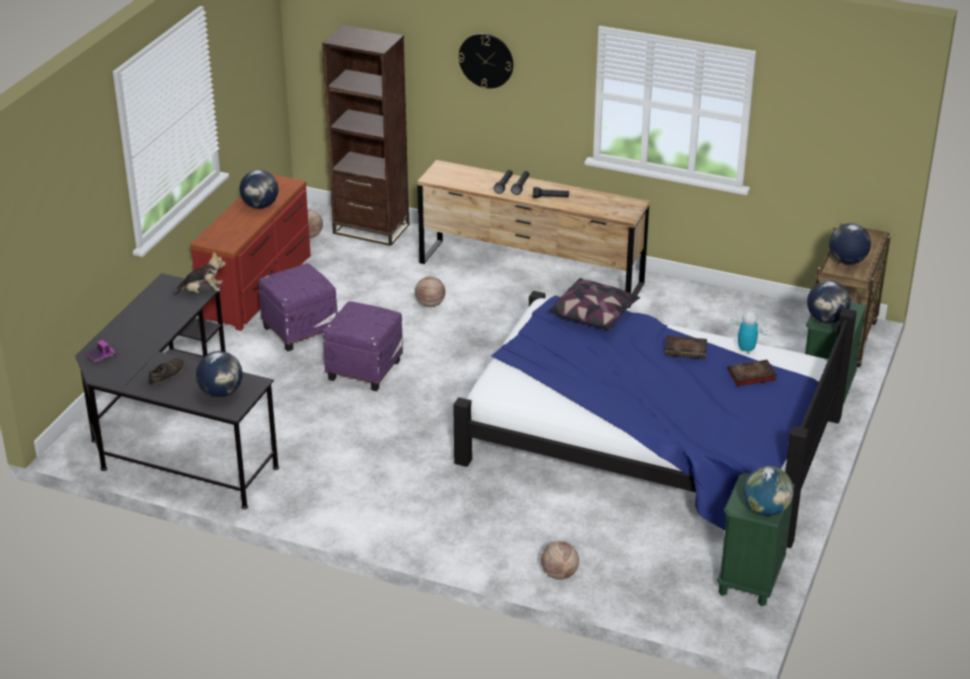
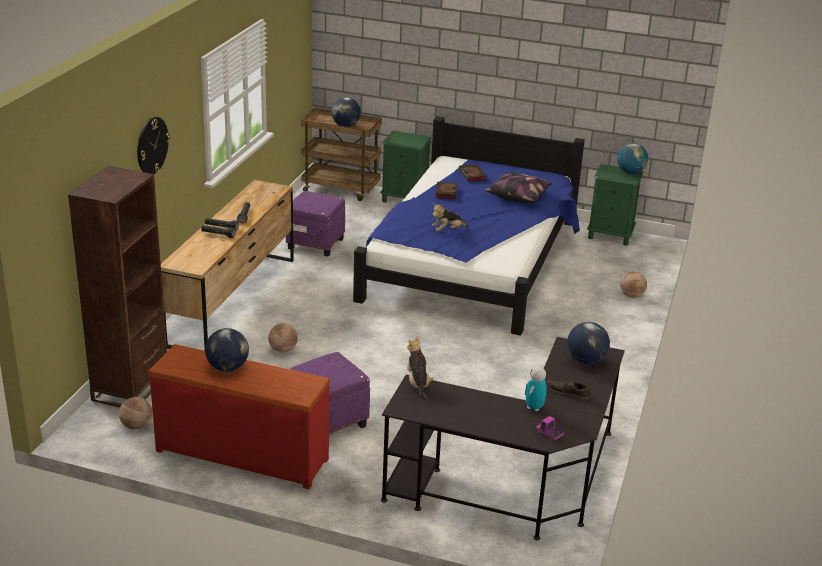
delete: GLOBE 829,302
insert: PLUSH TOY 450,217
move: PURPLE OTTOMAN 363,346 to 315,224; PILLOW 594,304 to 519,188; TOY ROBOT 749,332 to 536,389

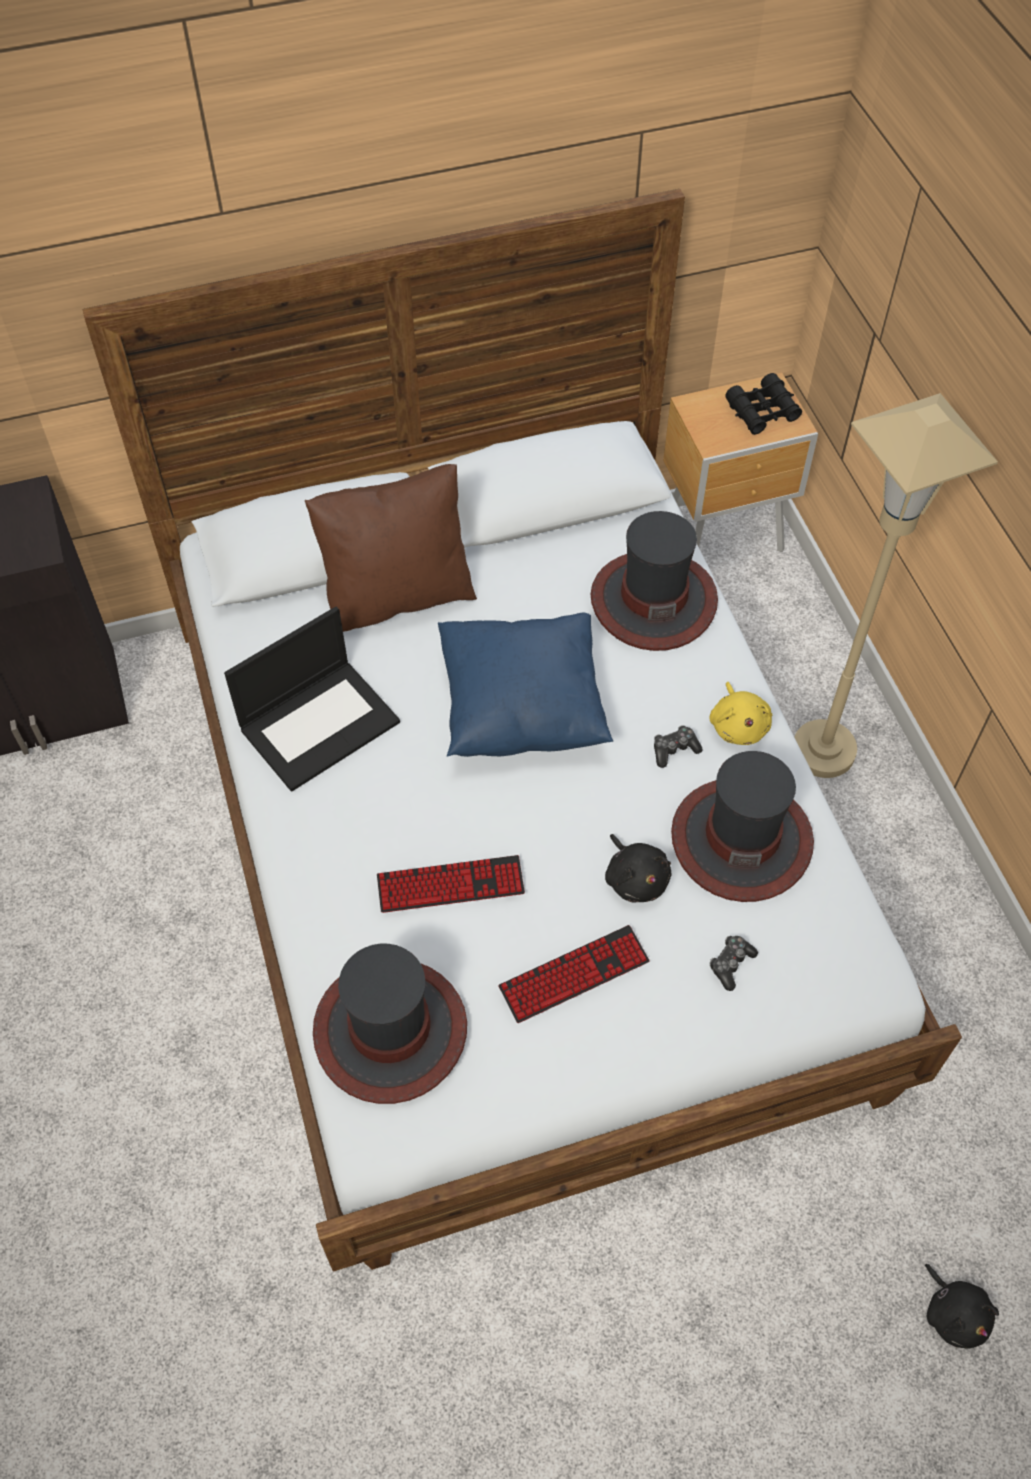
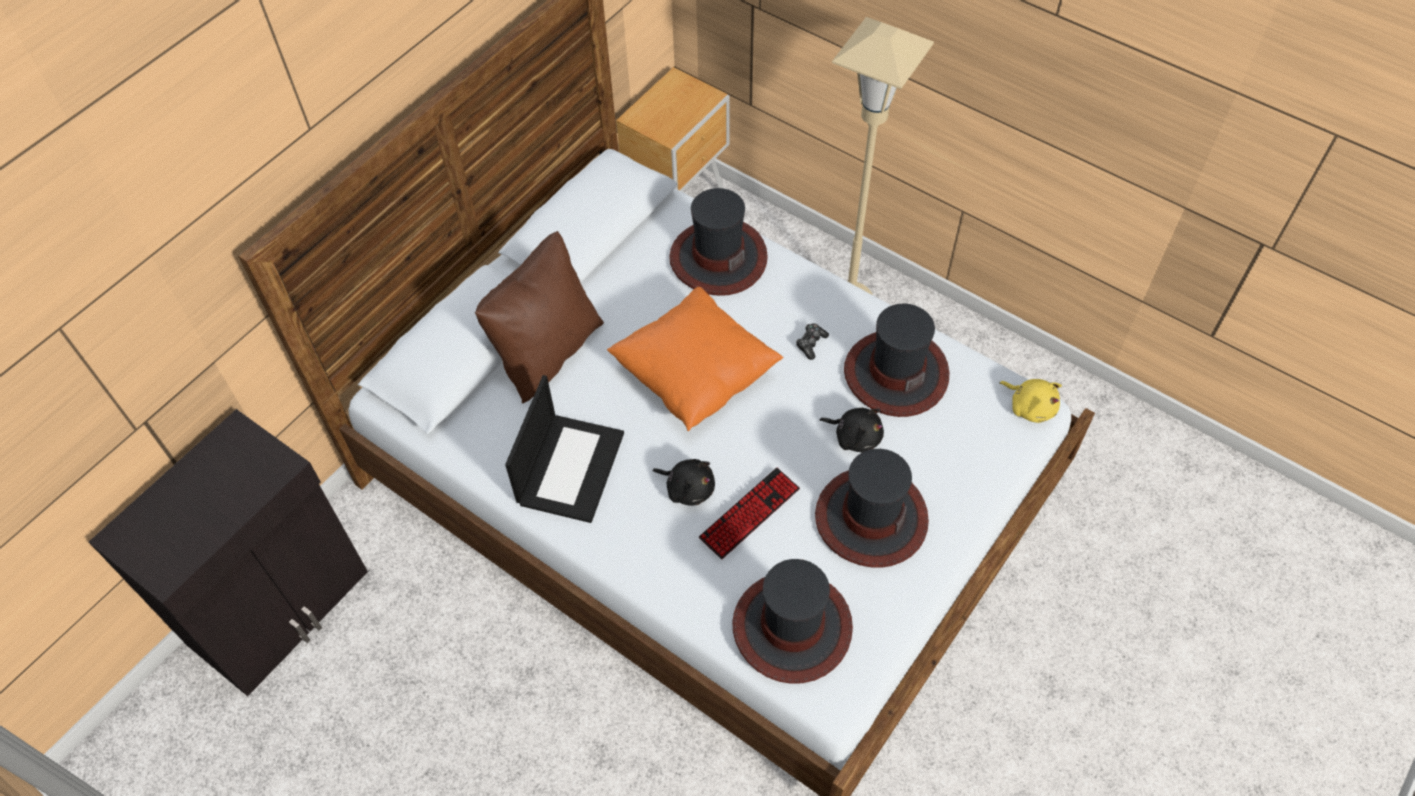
delete: GAME CONTROLLER 734,963; BLACK BINOCULARS 763,404
move: YELLOW PLUSH TOY 741,713 to 1031,401; BLACK PLUSH TOY 962,1306 to 684,482
replace: KEYBOARD 574,974 to HAT 872,508
recolor: BLUE PILLOW 525,685 to ORANGE PILLOW 695,359

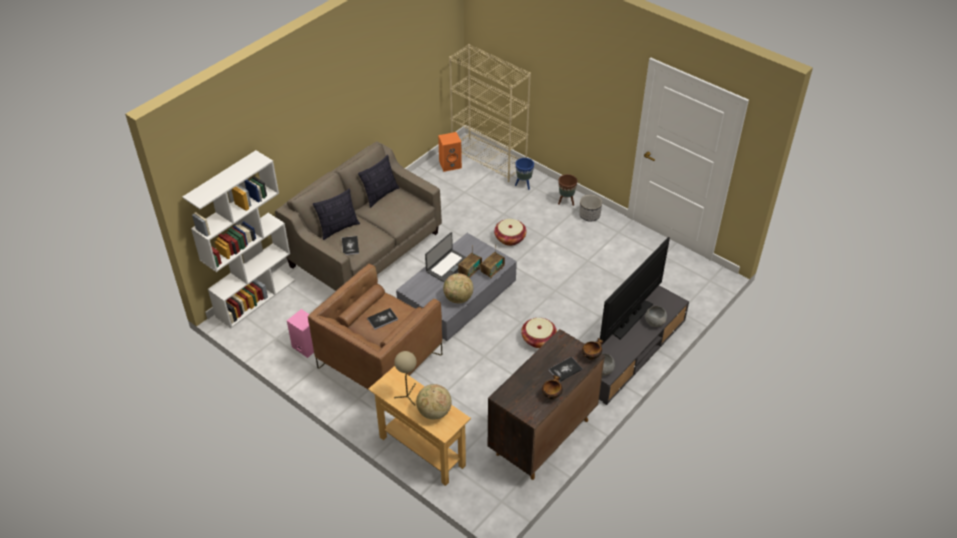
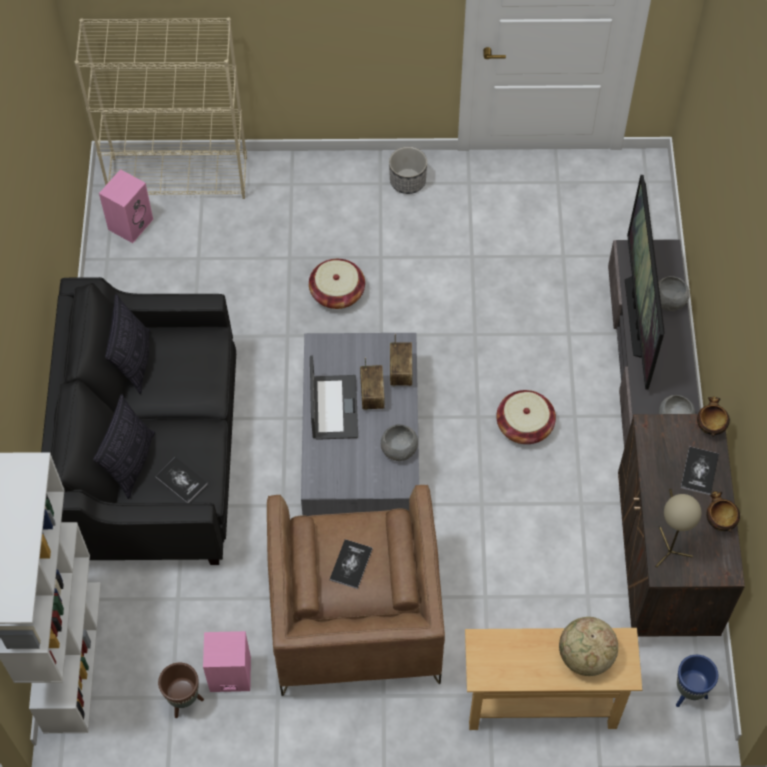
move: BEIGE TABLE LAMP 405,378 to 678,528; BLUE PLANTER 524,174 to 697,681; BROWN PLANTER 567,190 to 181,690
replace: GLOBE 458,288 to GREY BOWL 399,442
recolor: BEIGE SOFA 358,216 to BLACK SOFA 138,421; ORANGE SPEAKER 450,152 to PINK SPEAKER 126,206

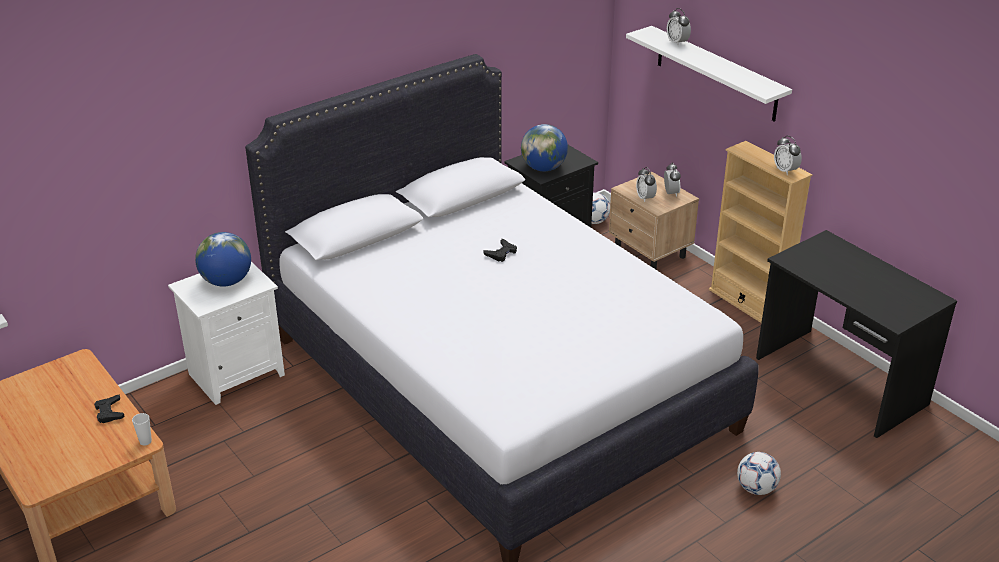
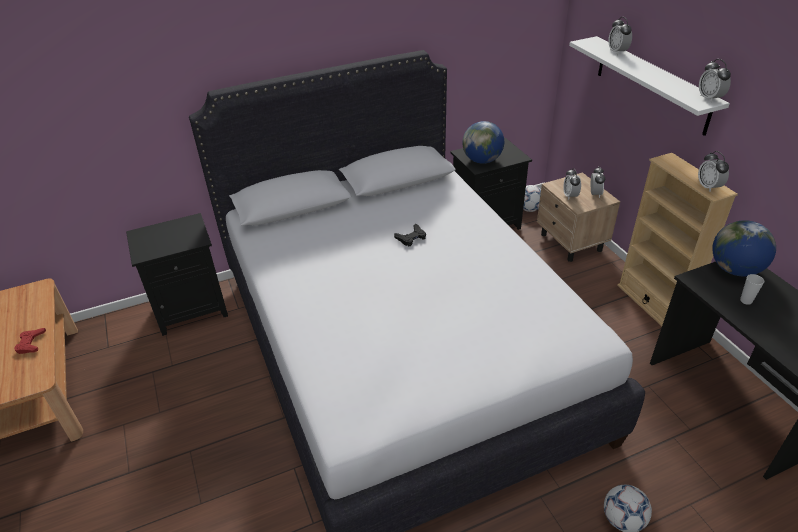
insert: ALARM CLOCK 715,81
move: CUP 142,429 to 752,289; GLOBE 223,259 to 744,248
recolor: BLACK GAME CONTROLLER 109,408 to RED GAME CONTROLLER 30,341; WHITE NIGHTSTAND 226,333 to BLACK NIGHTSTAND 177,274

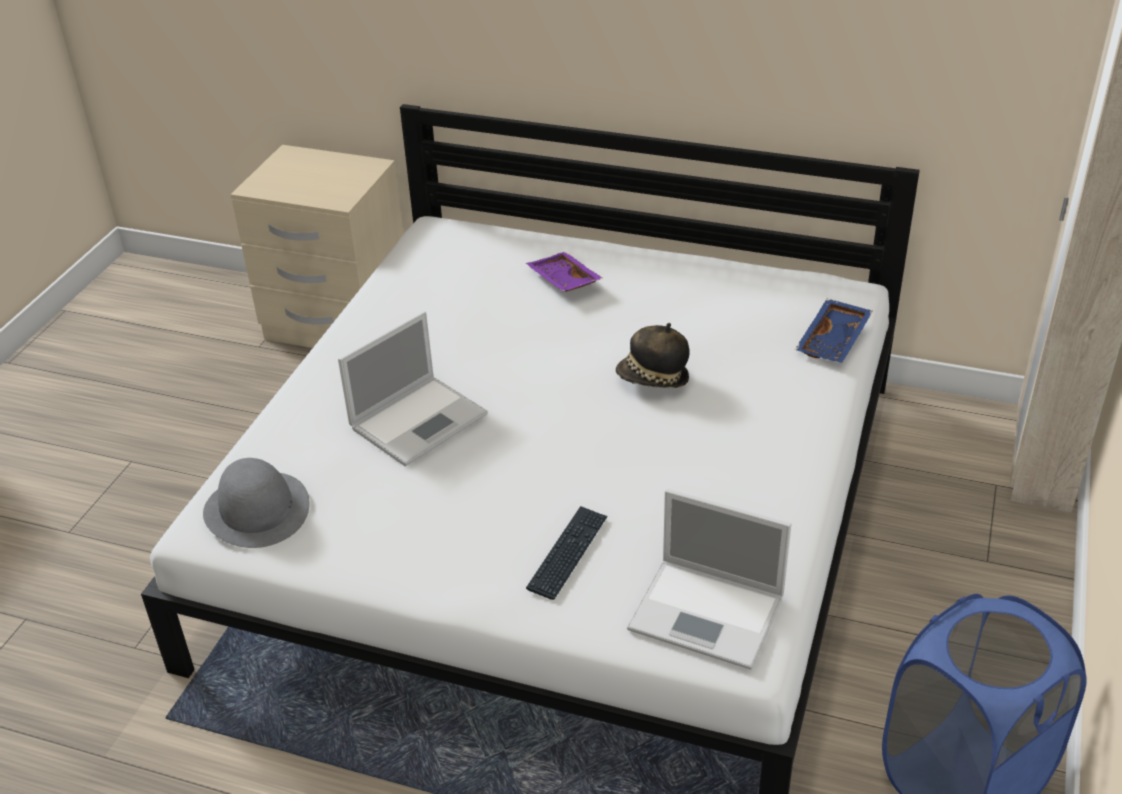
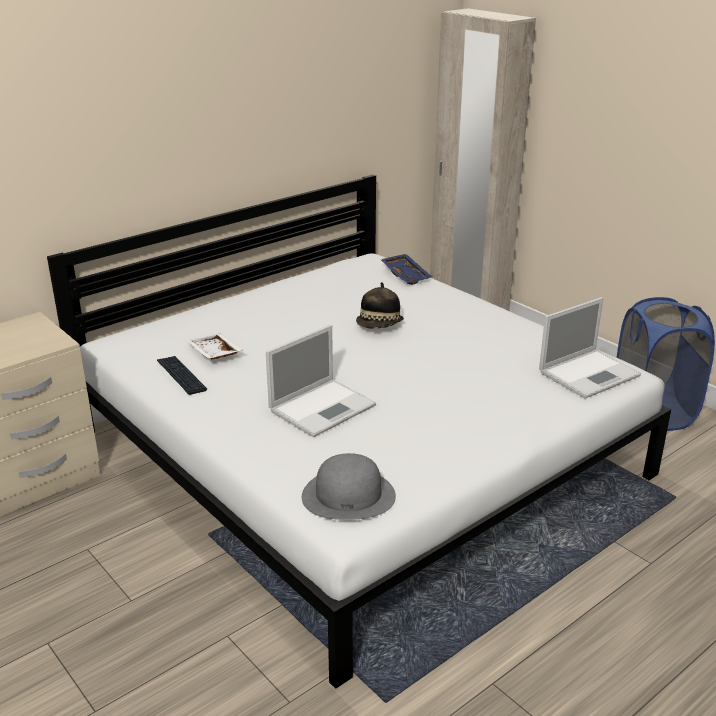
delete: PURPLE TRAY 564,272
insert: WHITE TRAY 215,346
move: KEYBOARD 567,553 to 182,375
rotate: LAPTOP 413,389 = 321,381 60 degrees clockwise

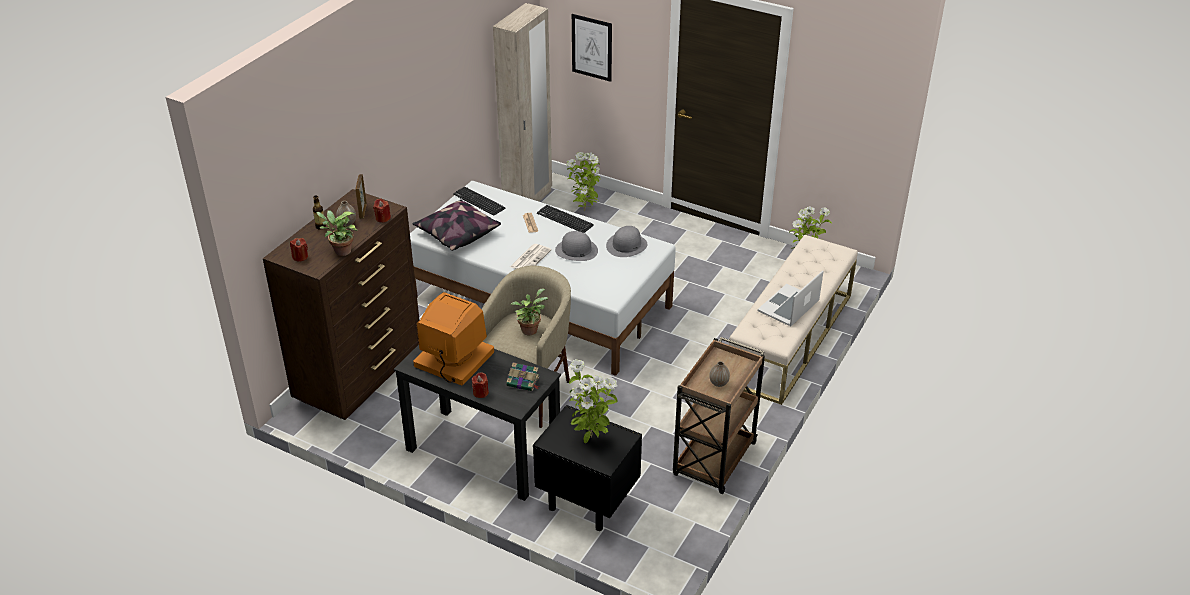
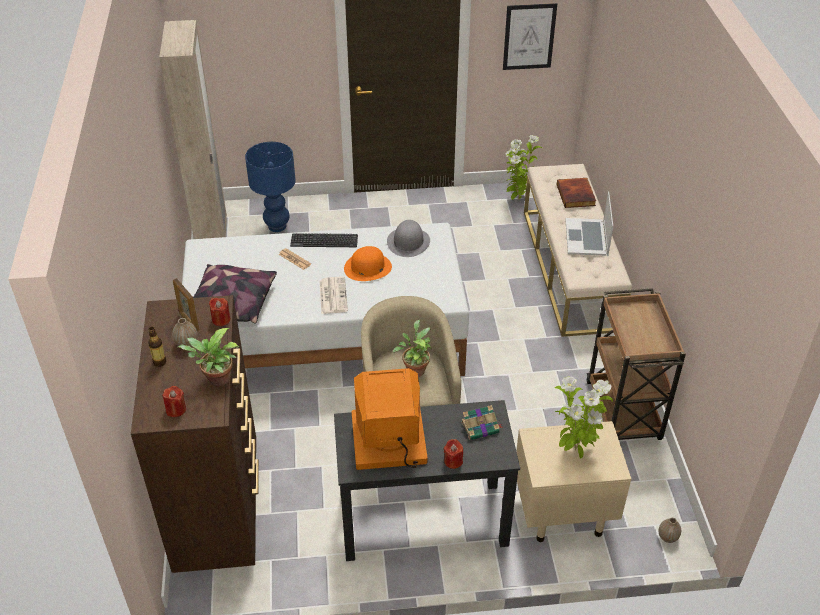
delete: KEYBOARD 479,201
insert: BOOK 576,193
move: PICTURE 592,48 to 530,36; VASE 719,374 to 669,530
replace: POTTED PLANT 583,181 to BLUE TABLE LAMP 270,187
recolor: BLACK NIGHTSTAND 587,468 to BEIGE NIGHTSTAND 573,481; GREY HAT 576,246 to ORANGE HAT 368,263

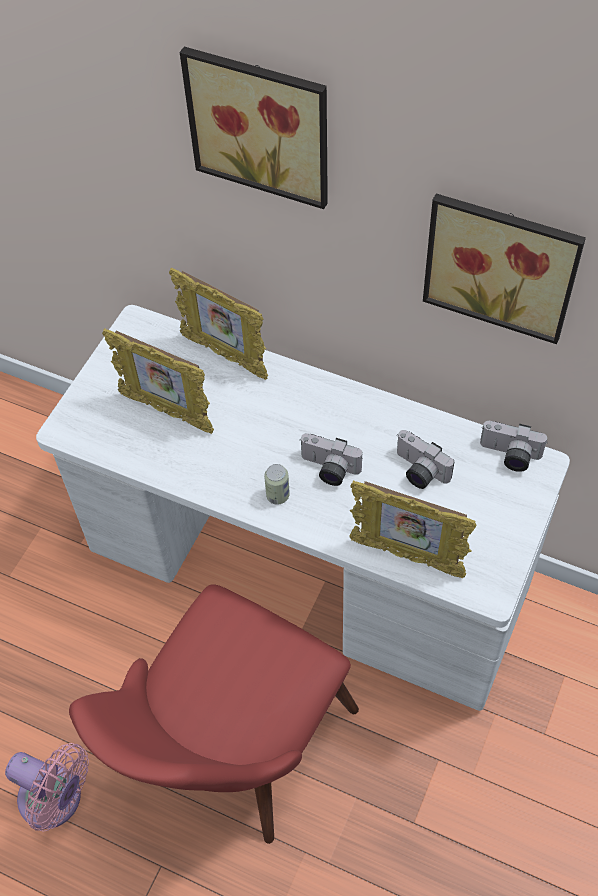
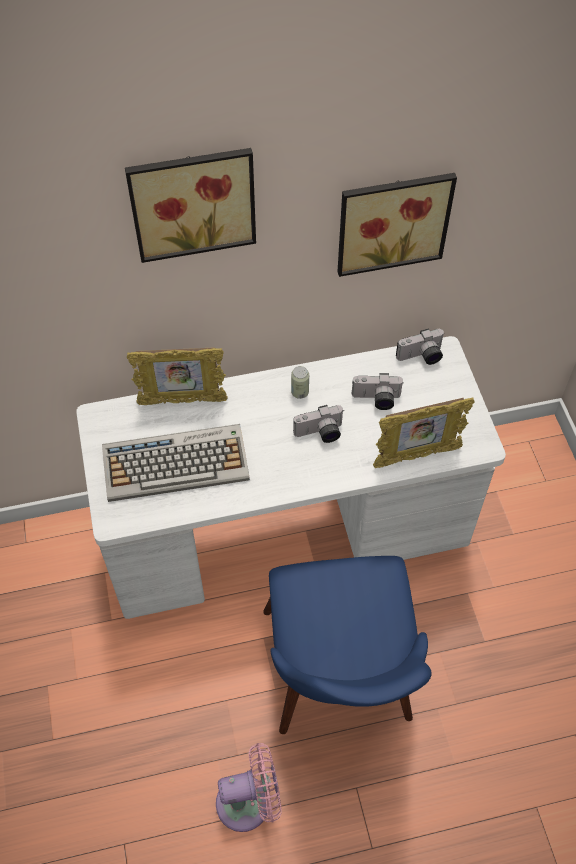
move: CAN 277,484 to 300,382
replace: PICTURE FRAME 158,381 to KEYBOARD 176,463
recolor: RED CHAIR 214,714 to BLUE CHAIR 347,645

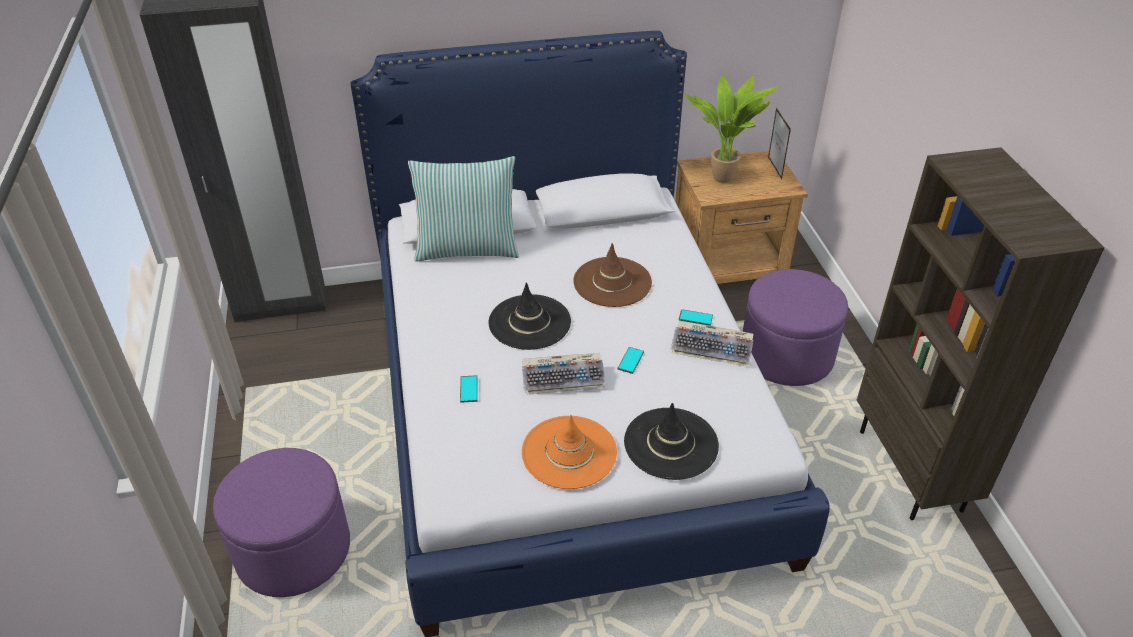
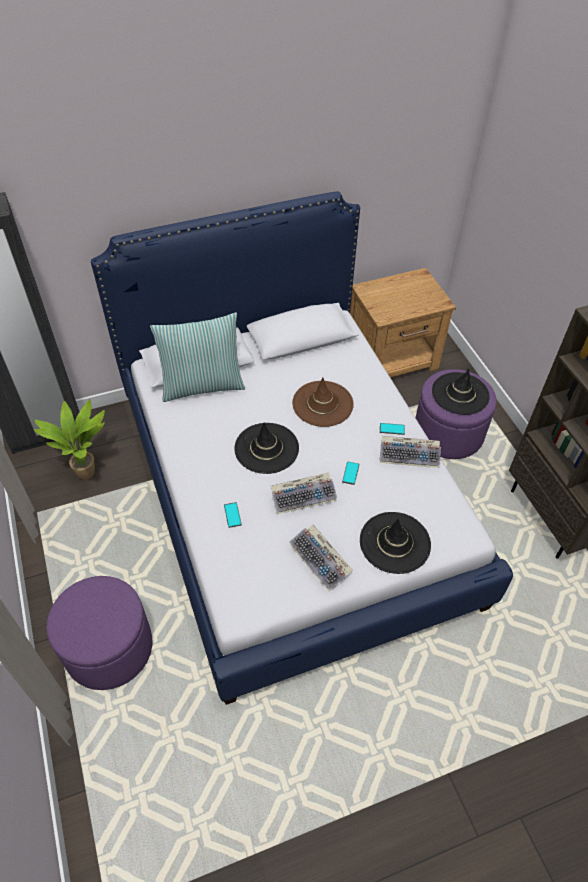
delete: PICTURE FRAME 779,143
insert: BLACK HAT 461,392
move: POTTED PLANT 732,128 to 69,439
replace: ORANGE HAT 569,452 to KEYBOARD 321,558

